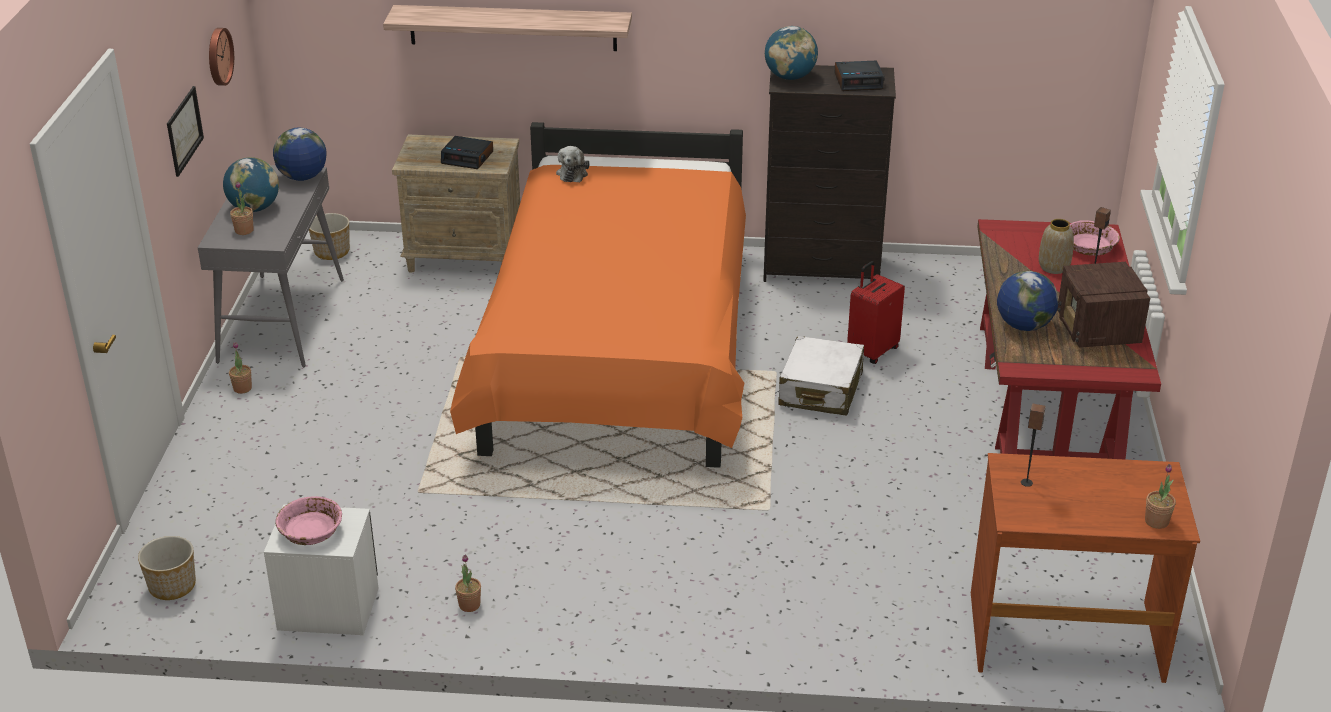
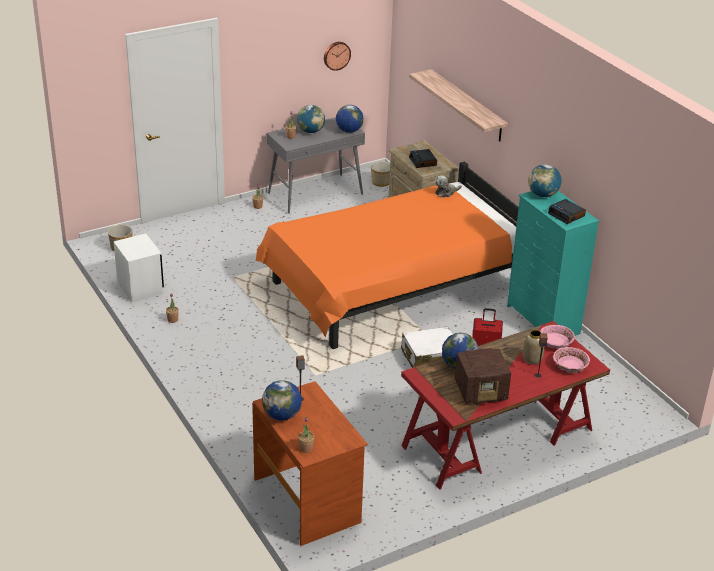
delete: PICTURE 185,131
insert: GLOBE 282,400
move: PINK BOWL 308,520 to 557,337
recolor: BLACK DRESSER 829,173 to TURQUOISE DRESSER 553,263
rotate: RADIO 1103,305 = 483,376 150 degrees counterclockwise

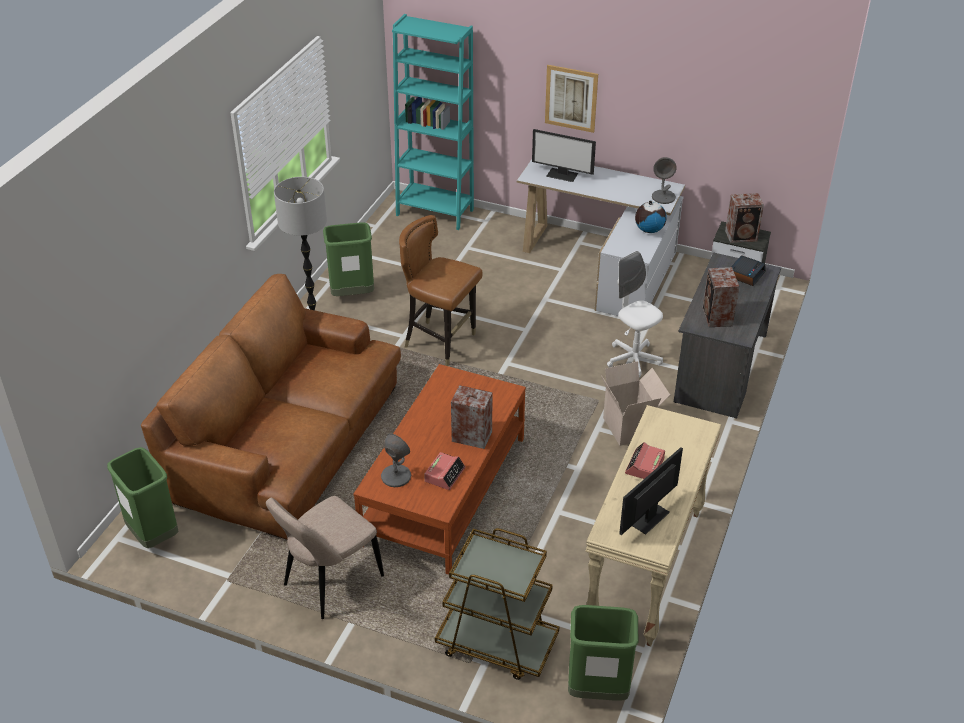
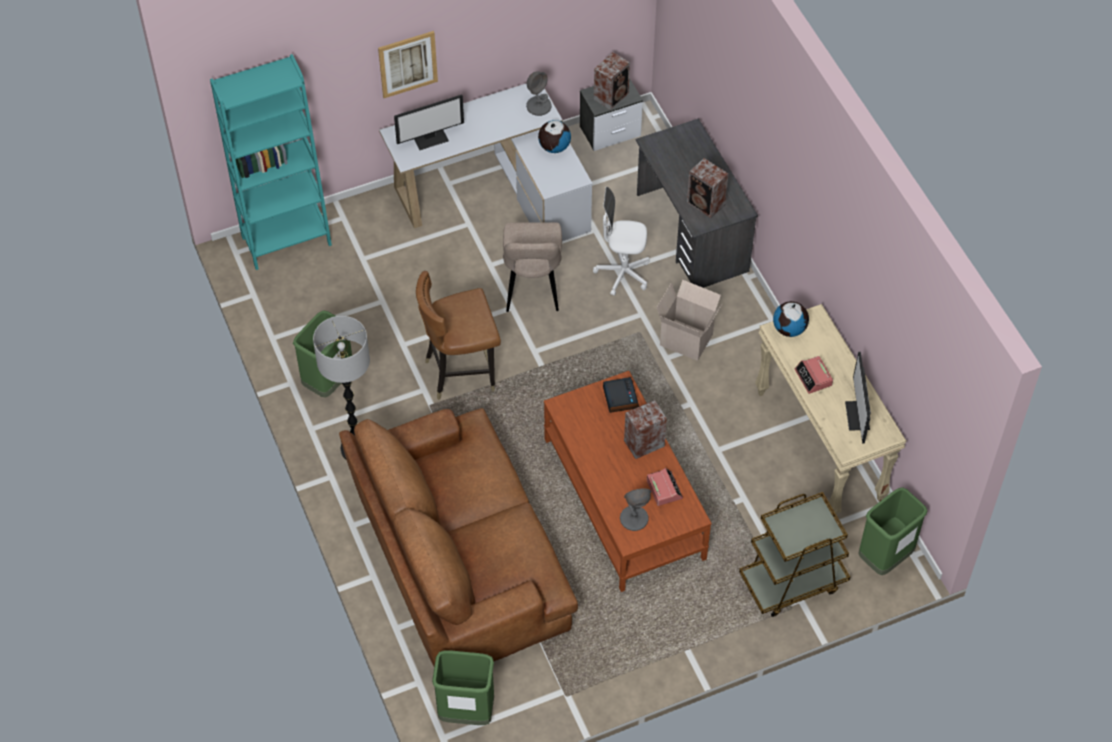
insert: GLOBE 791,319
move: BEIGE CHAIR 325,557 to 532,267; ALARM CLOCK 748,270 to 621,395

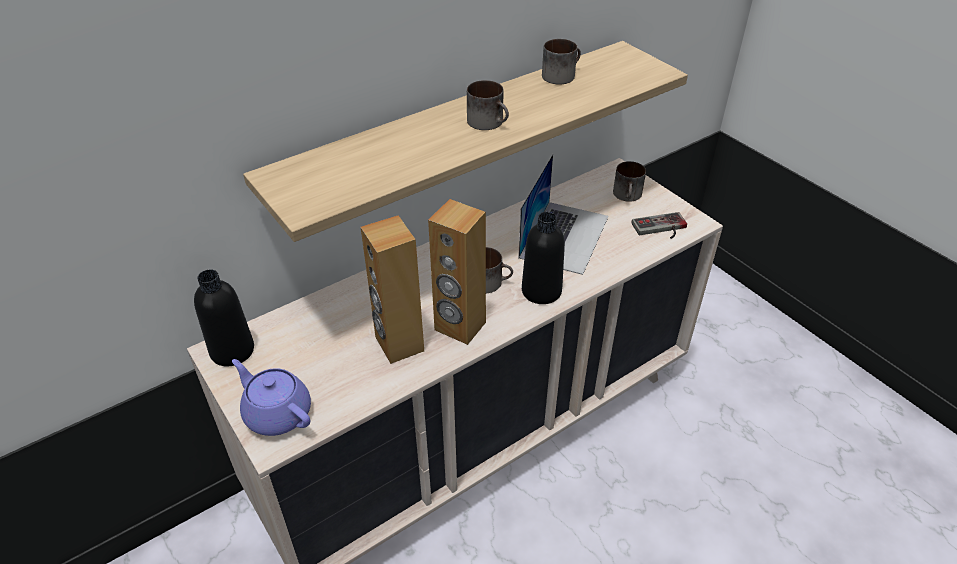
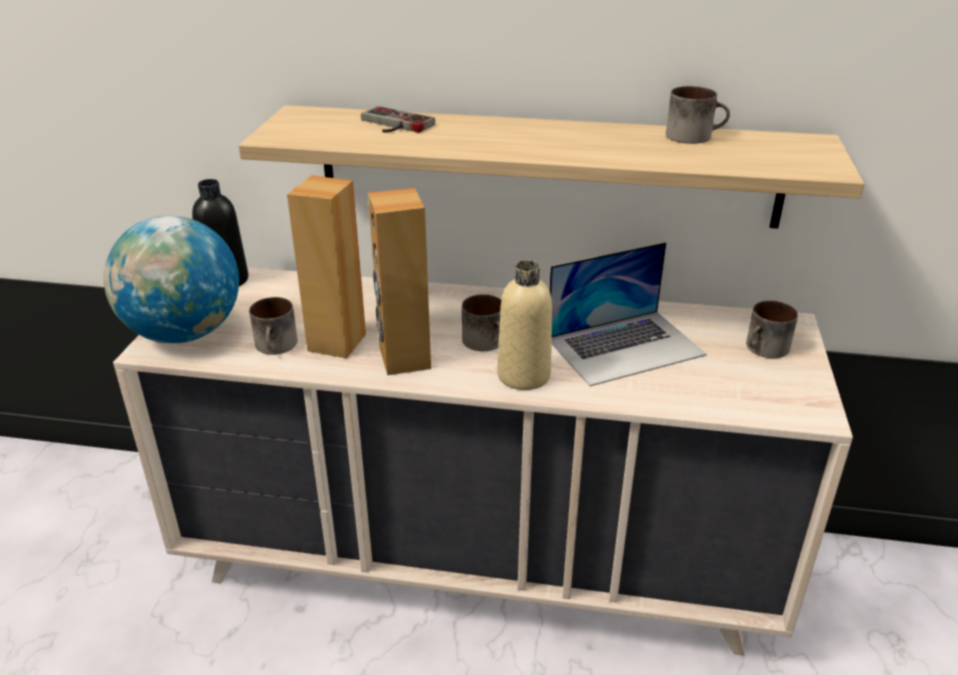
move: MUG 488,105 to 273,326; GAME CONTROLLER 659,225 to 398,119
replace: PURPLE TEAPOT 271,397 to GLOBE 171,279
recolor: BLACK BOTTLE 543,258 to BEIGE BOTTLE 524,325

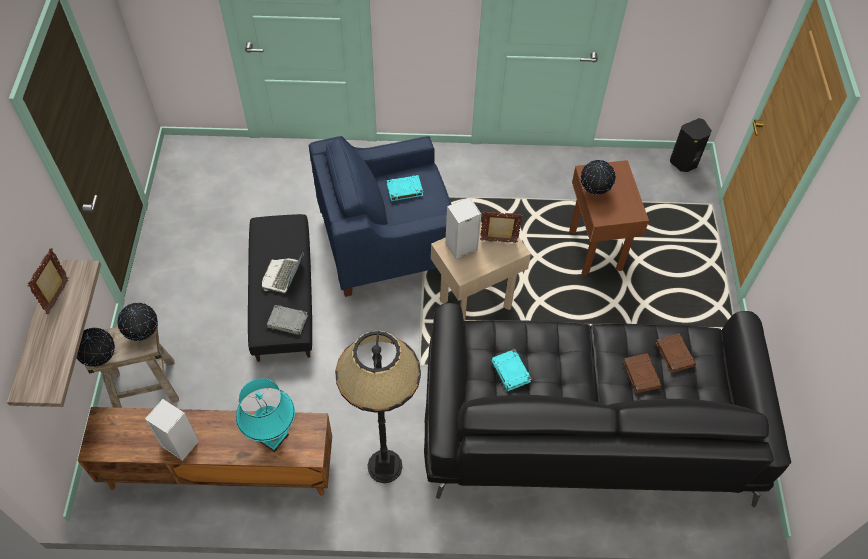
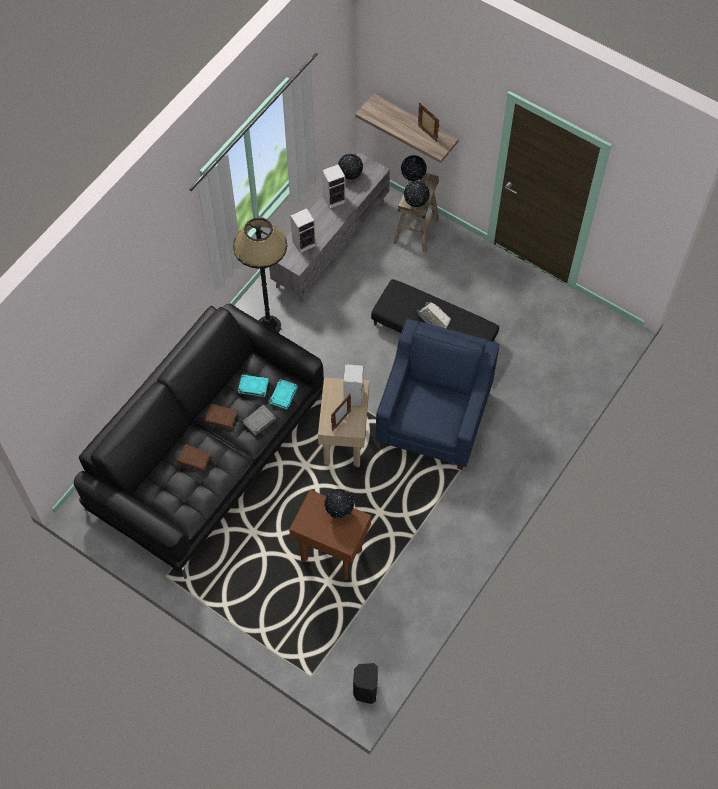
insert: GLOBE 350,166
move: GREY BOOK 287,320 to 259,420; TURQUOISE BOOK 404,188 to 283,394; BROWN BOOK 675,353 to 221,416
replace: TURQUOISE TABLE LAMP 265,415 to SPEAKER 303,230
recolor: BROWN TV STAND 205,451 to GREY TV STAND 329,227

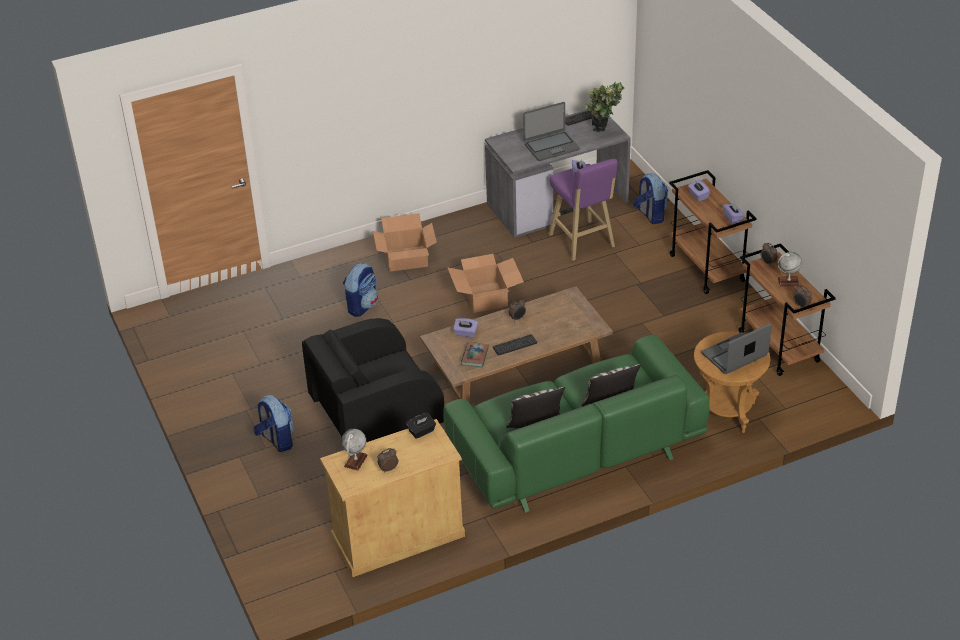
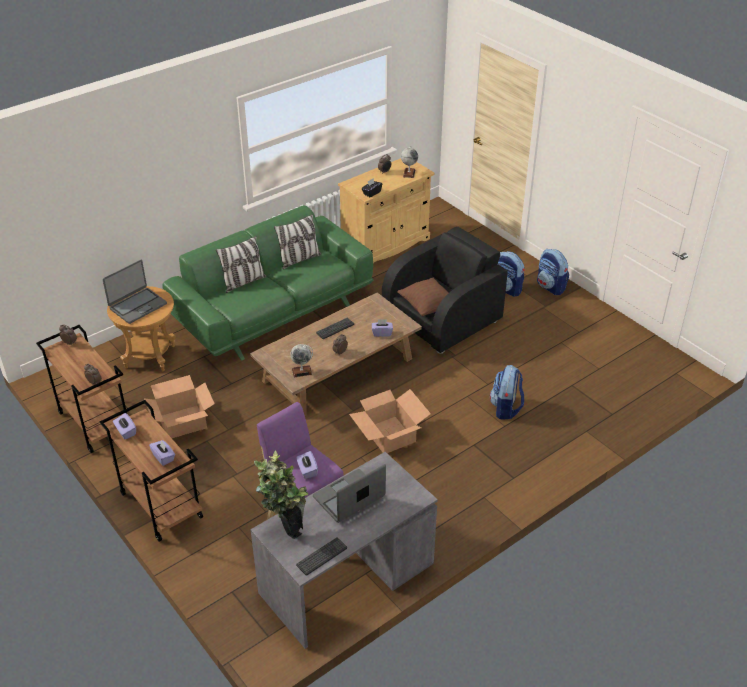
delete: BOOK 475,354
insert: BROWN PILLOW 422,297
move: CARDBOARD BOX 405,242 to 179,406; BACKPACK 650,198 to 553,272; GLOBE 790,269 to 301,360

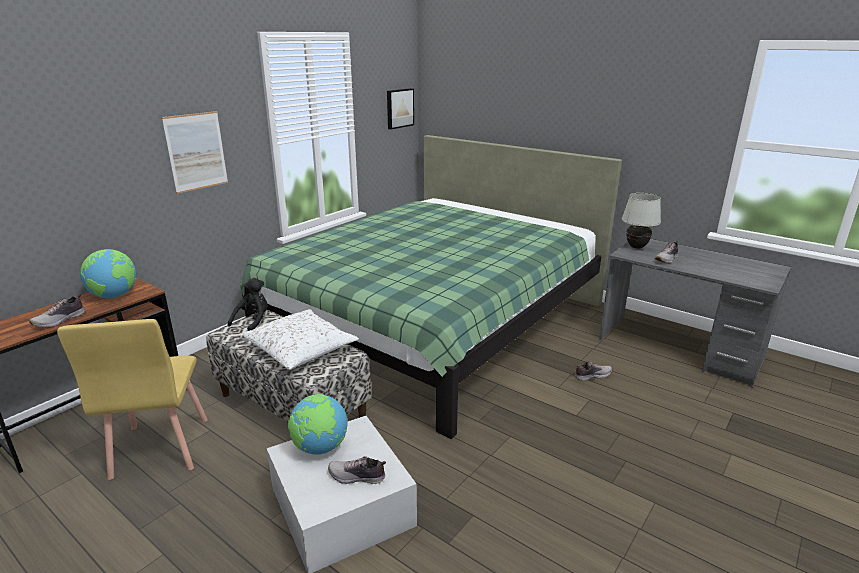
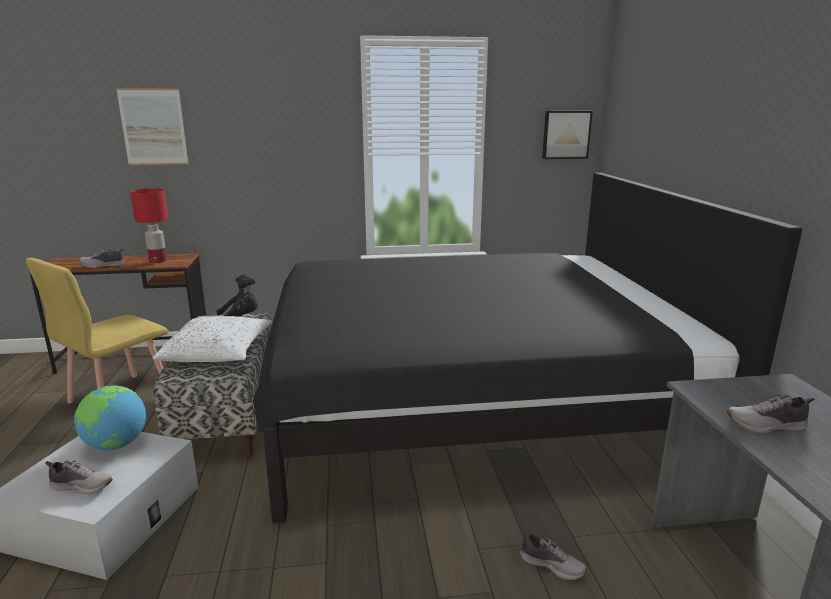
delete: WHITE TABLE LAMP 641,221
move: PICTURE 195,152 to 152,126
replace: GLOBE 108,274 to RED TABLE LAMP 149,225
recolor: GREEN BED 431,287 to BLACK BED 527,348
rotate: SHOE 357,470 = 79,477 135 degrees clockwise

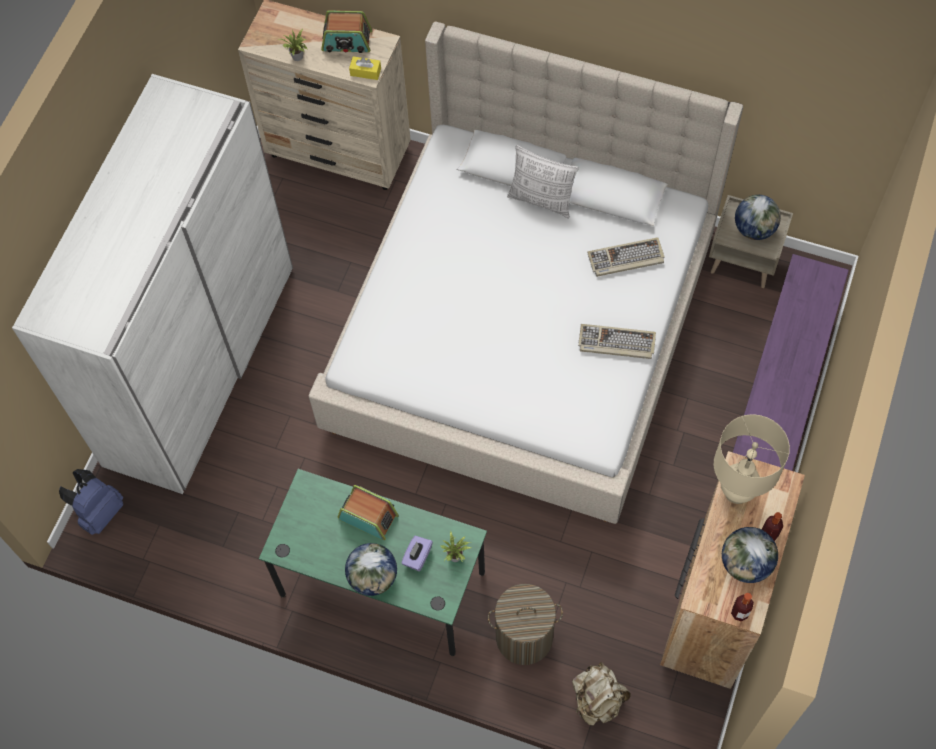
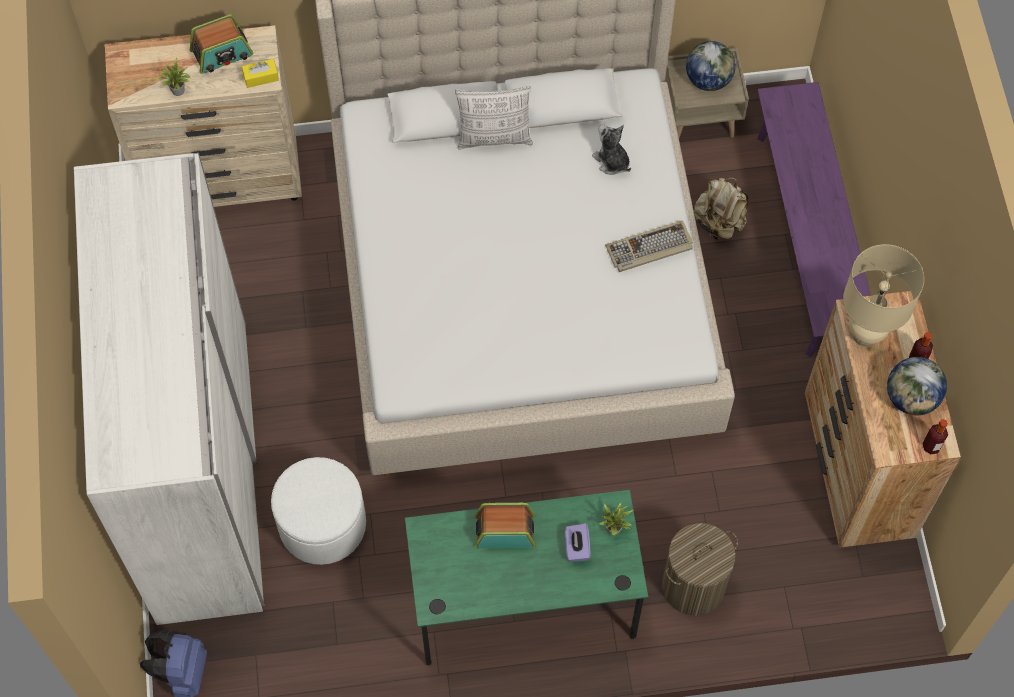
delete: GLOBE 371,569
insert: WHITE OTTOMAN 318,511
move: BEIGE BACKPACK 601,693 to 721,209
replace: KEYBOARD 626,257 to PLUSH TOY 611,149

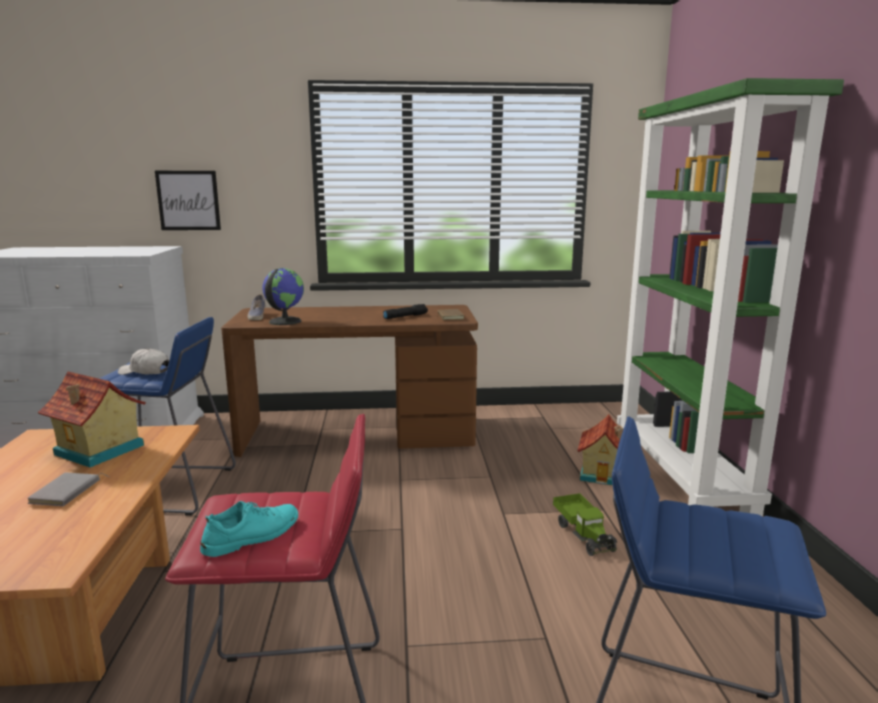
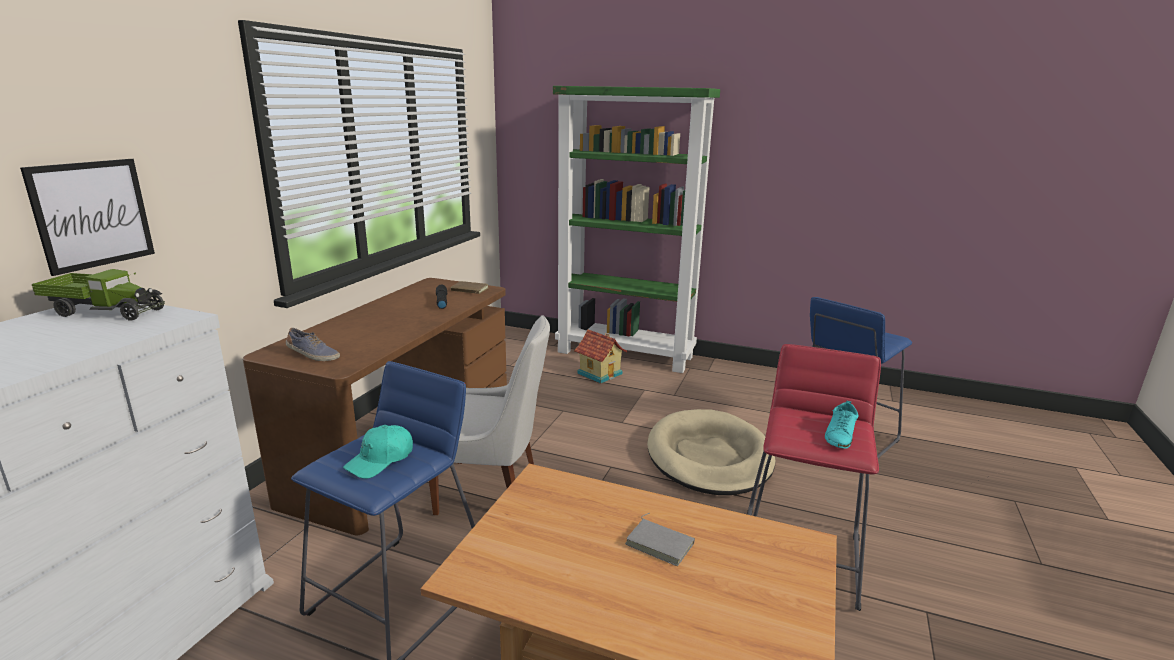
delete: TOY HOUSE 92,419; GLOBE 283,296
insert: WHITE CHAIR 489,415; BEIGE DOG BED 711,452
move: TOY TRUCK 585,524 to 98,295
recolor: WHITE CAP 143,361 to TURQUOISE CAP 378,452
rotate: TURQUOISE SHOE 249,529 = 841,425 135 degrees counterclockwise

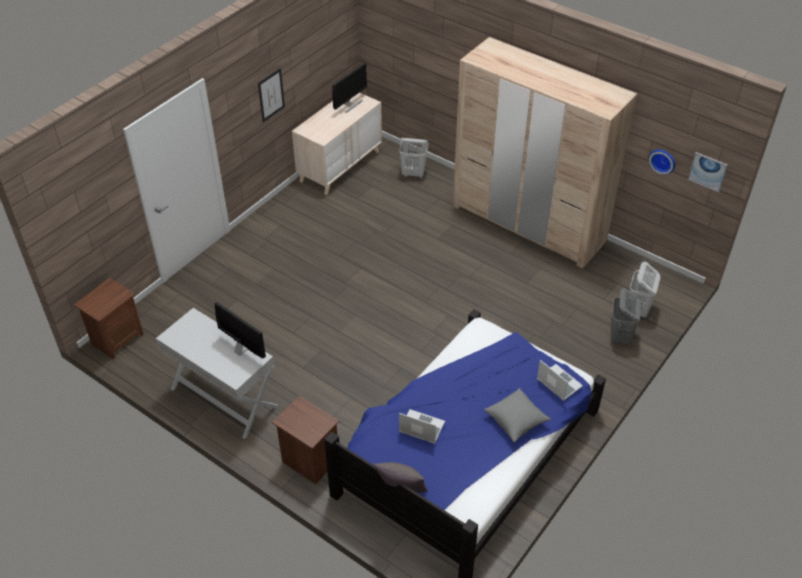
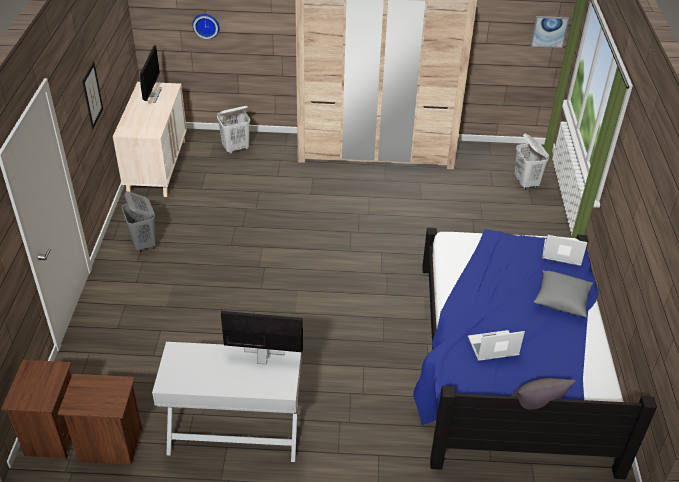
move: BROWN NIGHTSTAND 305,440 to 100,419; GREY LAUNDRY BASKET 625,317 to 139,221; WALL CLOCK 662,161 to 206,26

